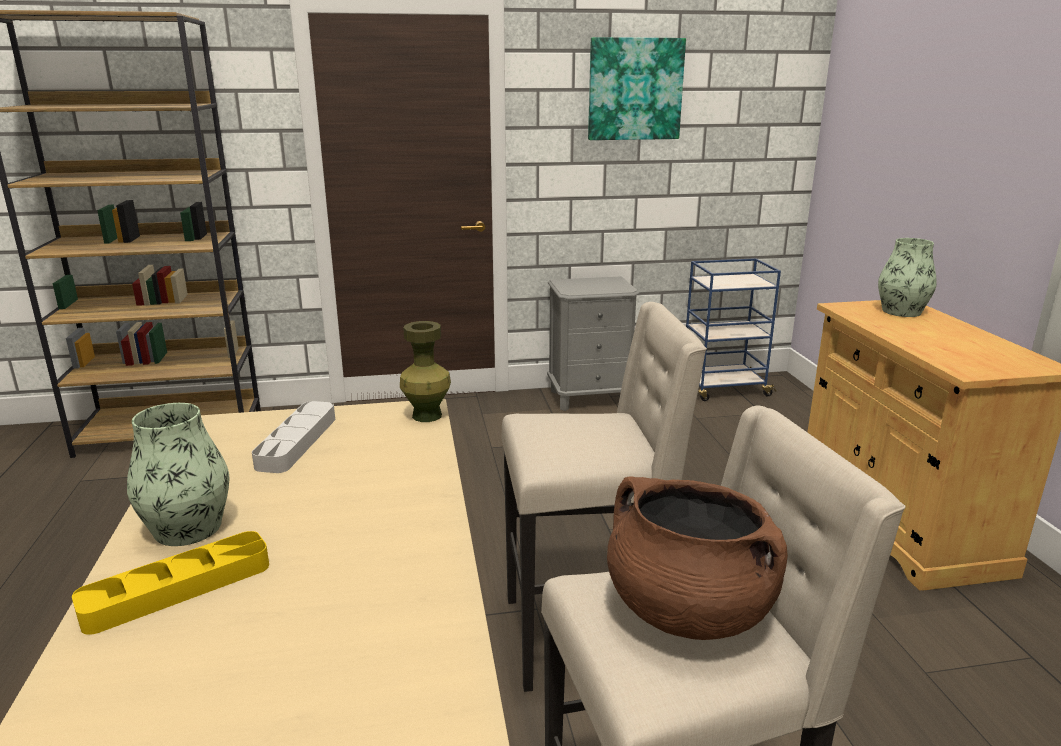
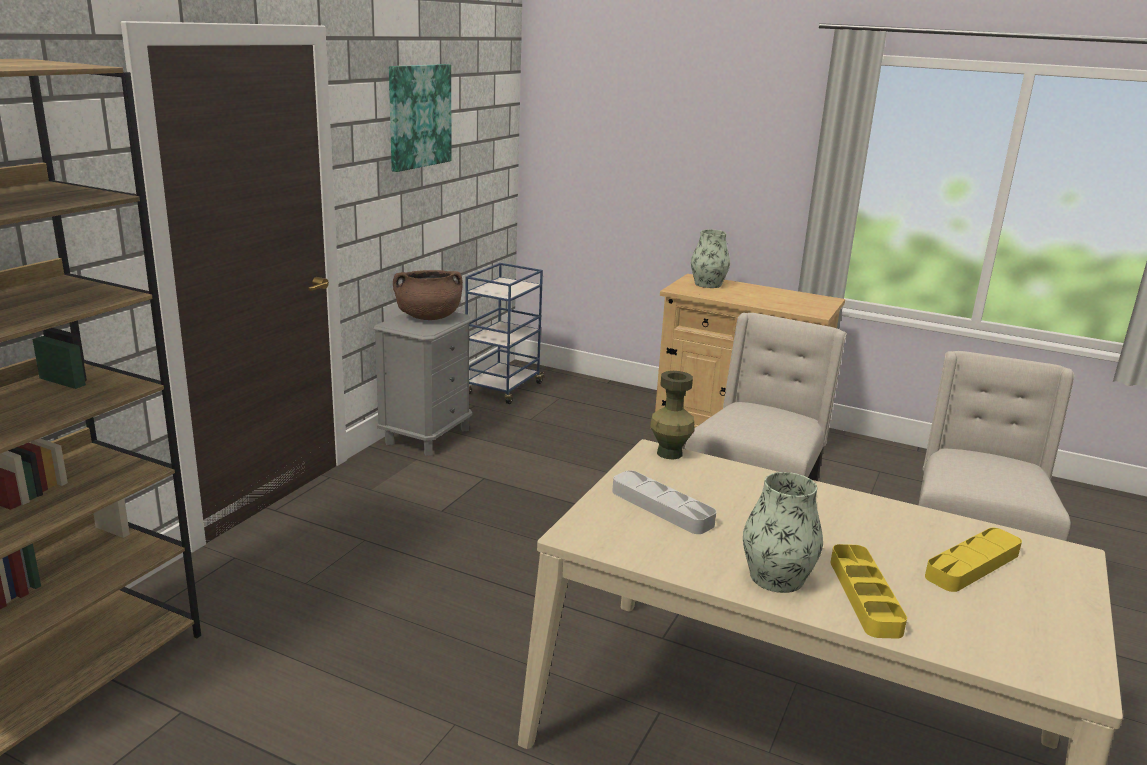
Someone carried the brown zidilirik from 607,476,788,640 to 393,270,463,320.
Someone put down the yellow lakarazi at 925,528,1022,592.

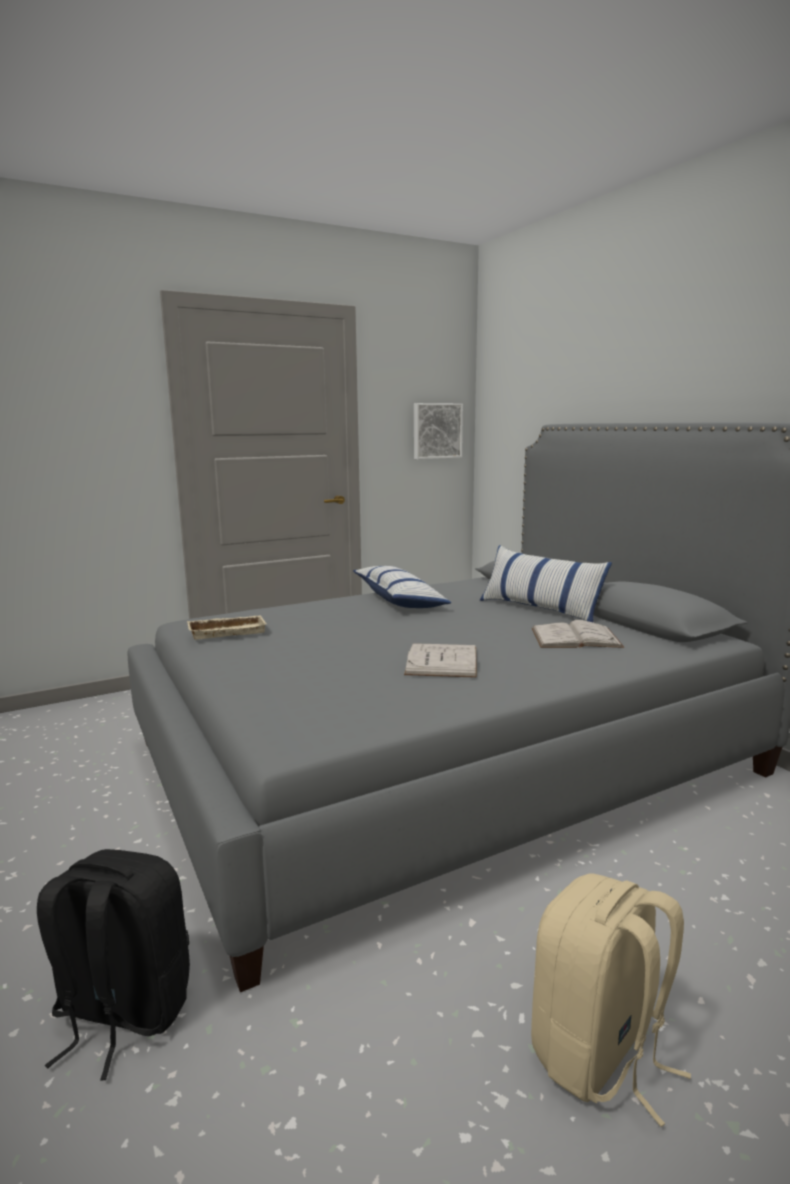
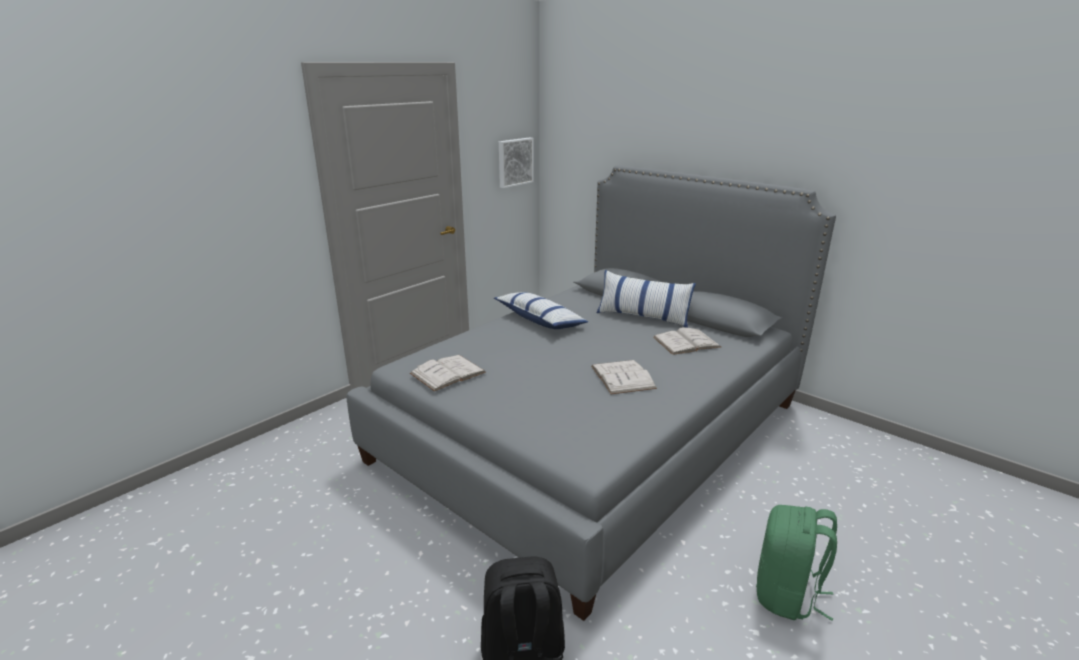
Someone swapped the beige lakarazi at 187,615,266,640 for the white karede at 410,355,486,391.
Someone repainted the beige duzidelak at 531,873,691,1127, which became the green duzidelak at 756,505,837,620.

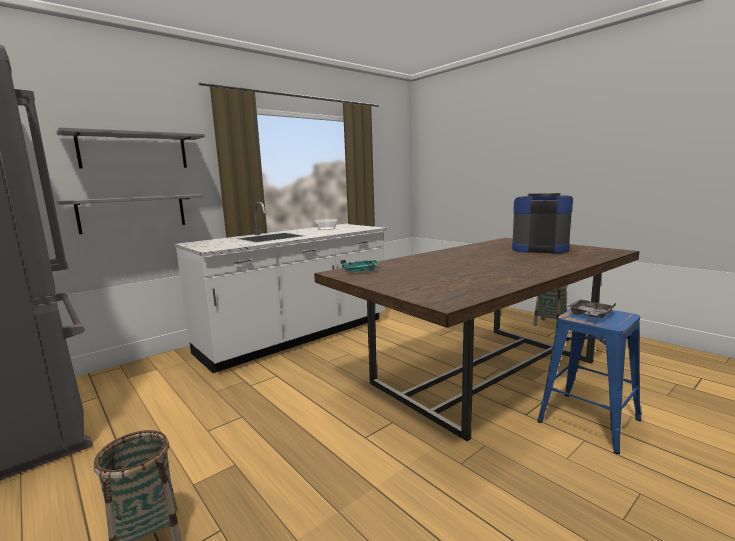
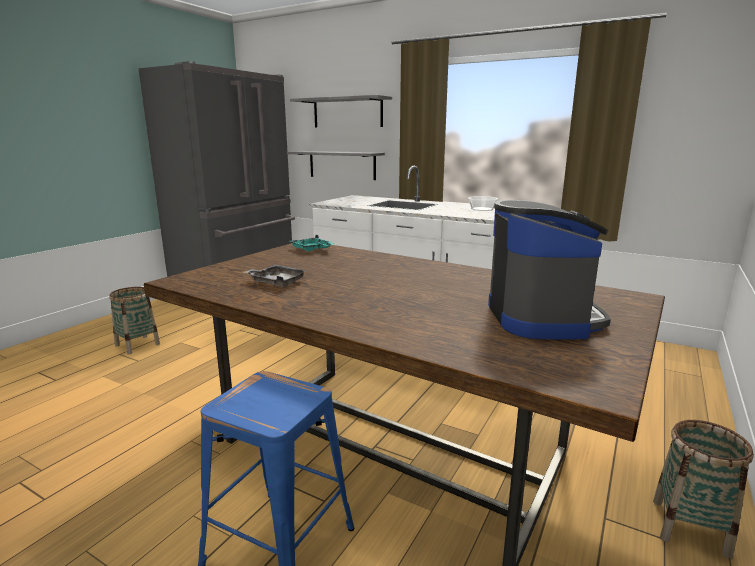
Someone carried the grey lakarazi from 567,299,616,318 to 244,265,307,287.

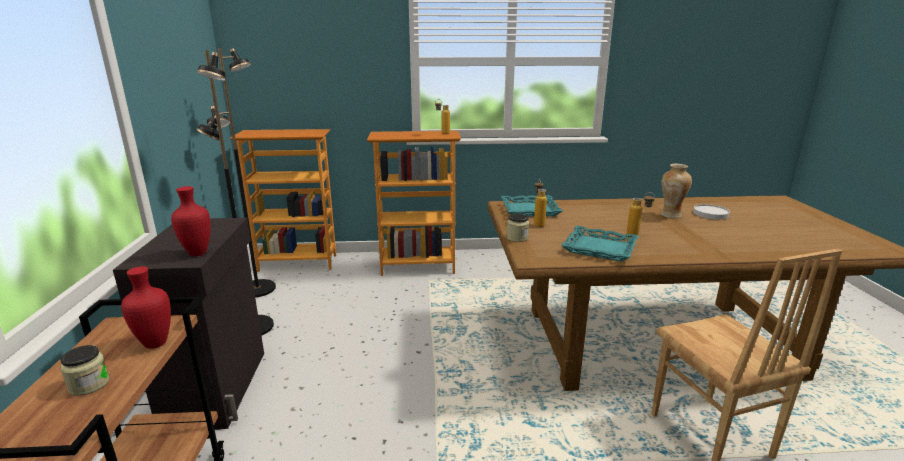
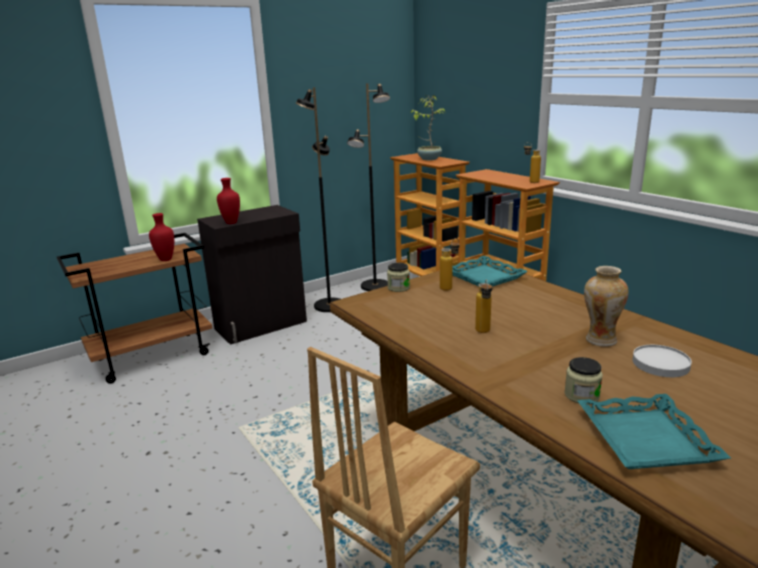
Someone put down the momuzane at 410,95,445,160.
Someone carried the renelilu from 60,345,110,396 to 564,357,603,404.
Someone carried the turquoise lakarazi from 561,226,639,262 to 578,394,731,469.

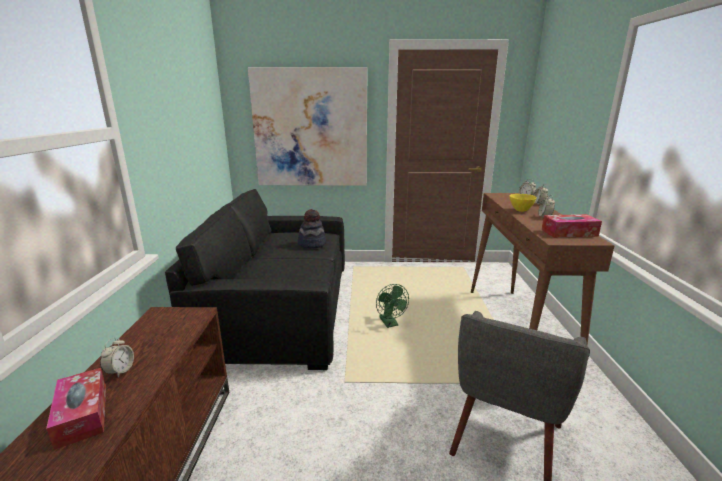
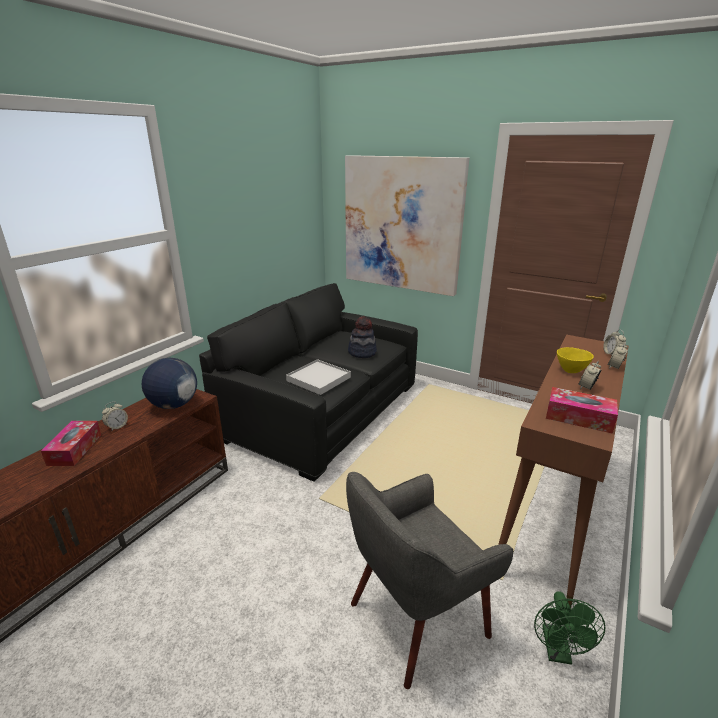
Someone put down the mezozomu at 142,358,197,409.
Someone put down the white lakarazi at 286,359,351,395.
Someone carried the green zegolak from 376,284,409,328 to 534,591,605,665.

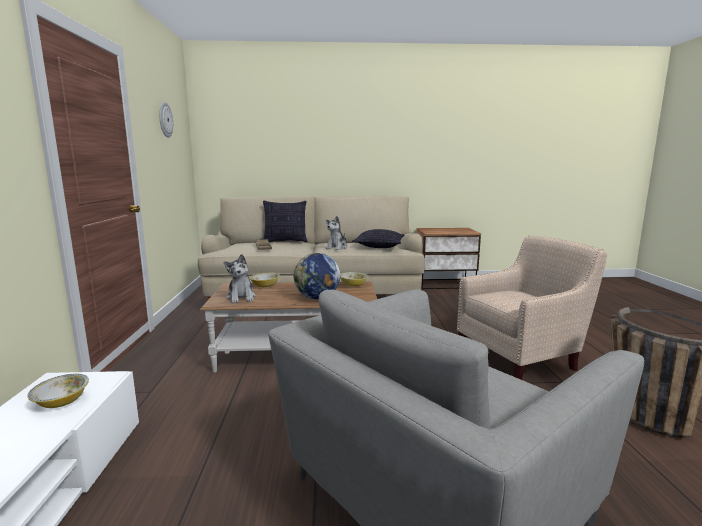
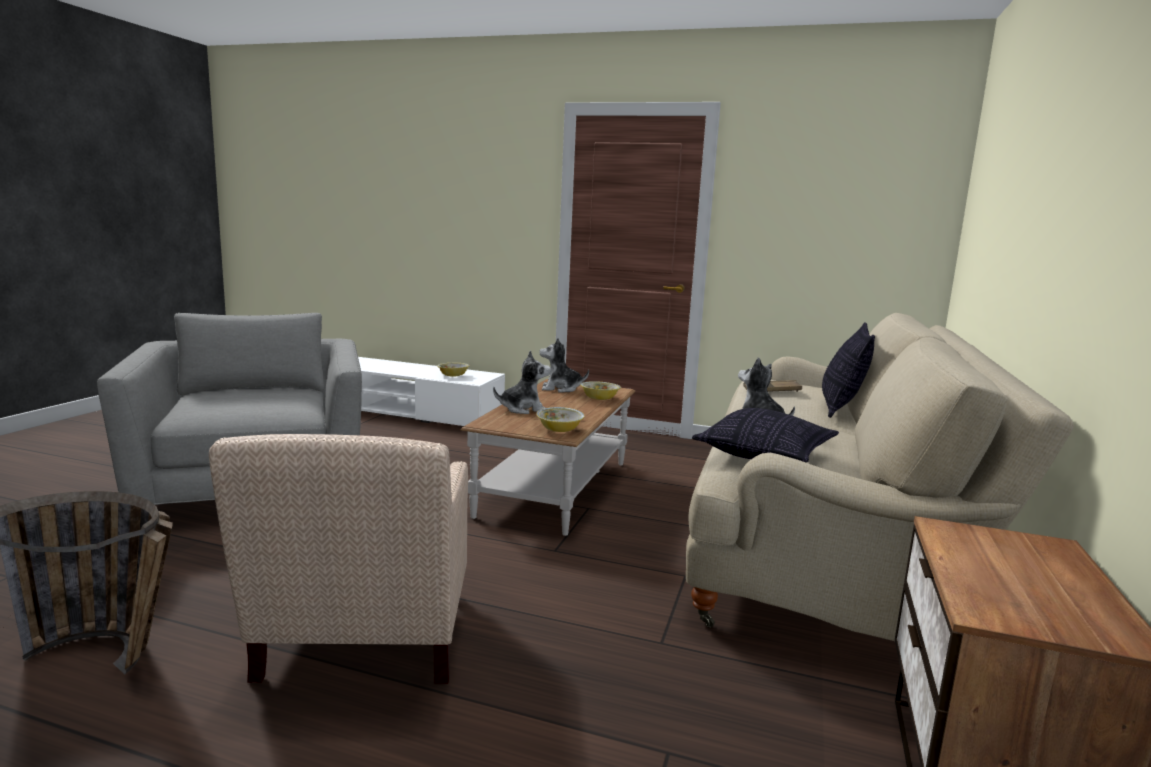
Someone swapped the mezozomu at 294,253,340,299 for the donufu at 493,350,551,414.
Someone took away the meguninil at 159,102,173,138.

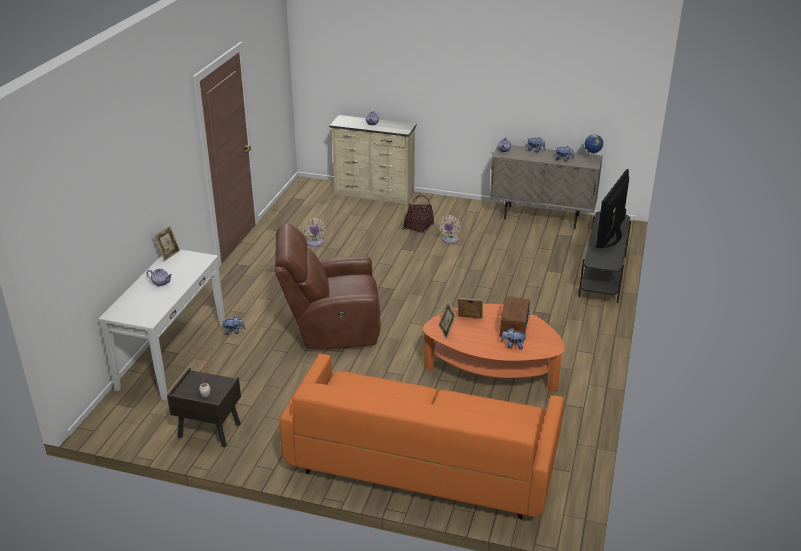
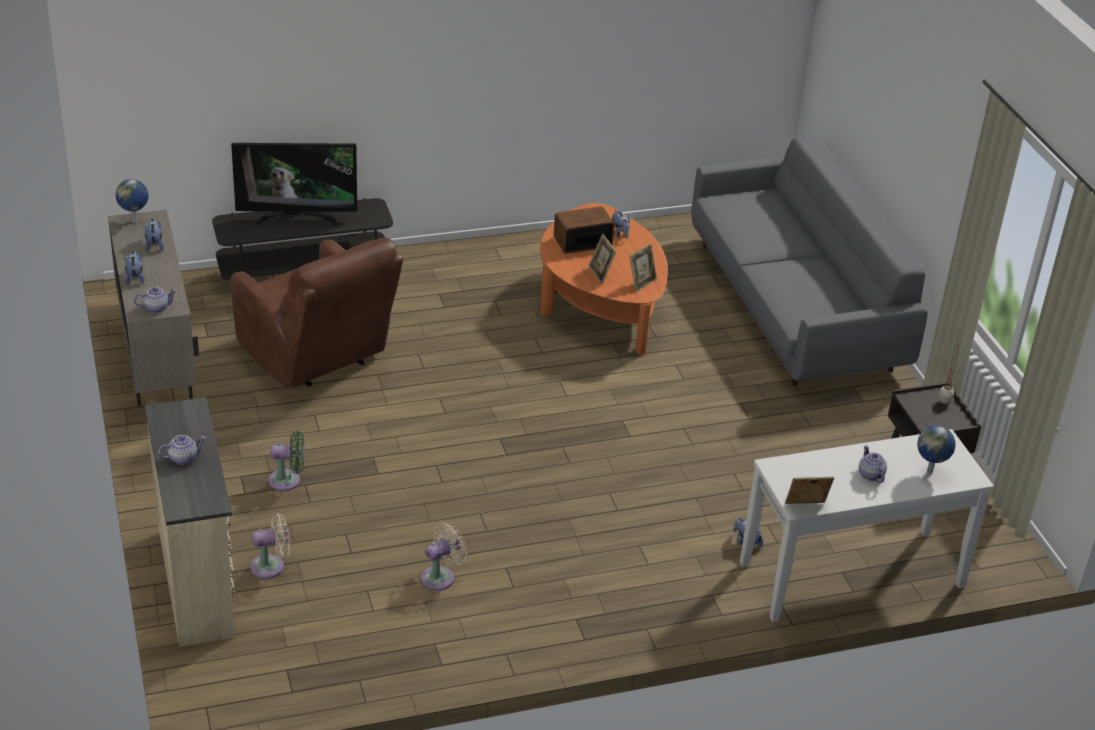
Someone carried the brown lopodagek from 275,223,381,349 to 231,238,403,387.
Someone carried the beige zegolak from 438,215,461,244 to 250,513,290,579.
Someone swapped the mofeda at 404,195,434,234 for the green zegolak at 268,431,304,491.
Someone repainted the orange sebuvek at 280,354,564,520, which became the grey sebuvek at 691,136,928,386.
Someone put down the mezozomu at 917,426,956,474.

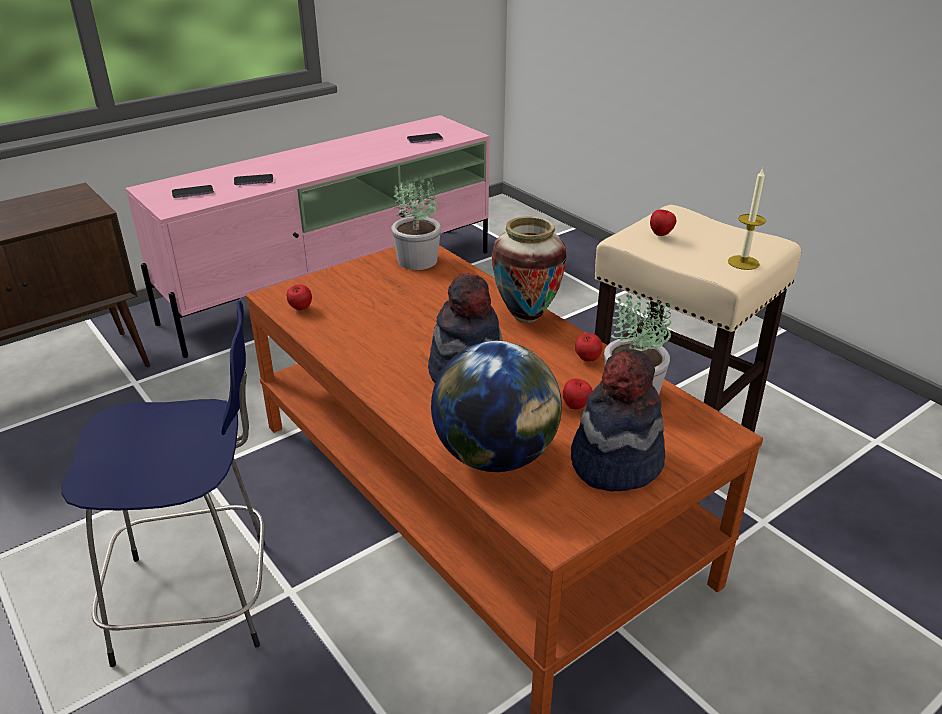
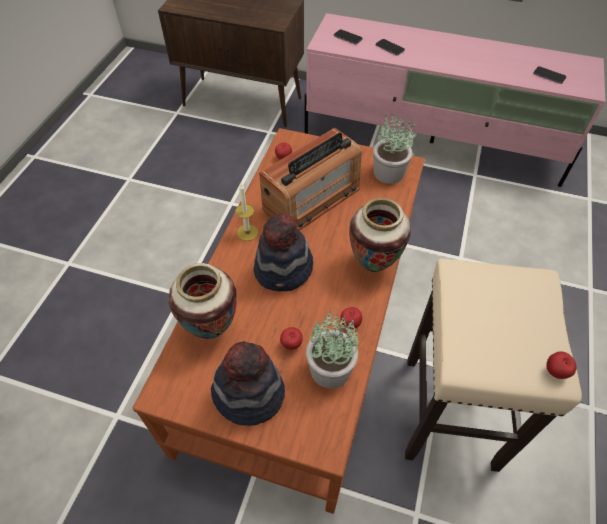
Someone swapped the mezozomu at 431,341,562,472 for the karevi at 169,263,237,339.
Someone carried the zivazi from 728,168,766,270 to 235,184,258,241.
Someone put down the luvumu at 259,128,361,231.
Someone carried the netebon from 650,209,676,236 to 546,351,577,379.
Someone took away the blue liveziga at 62,300,265,667.

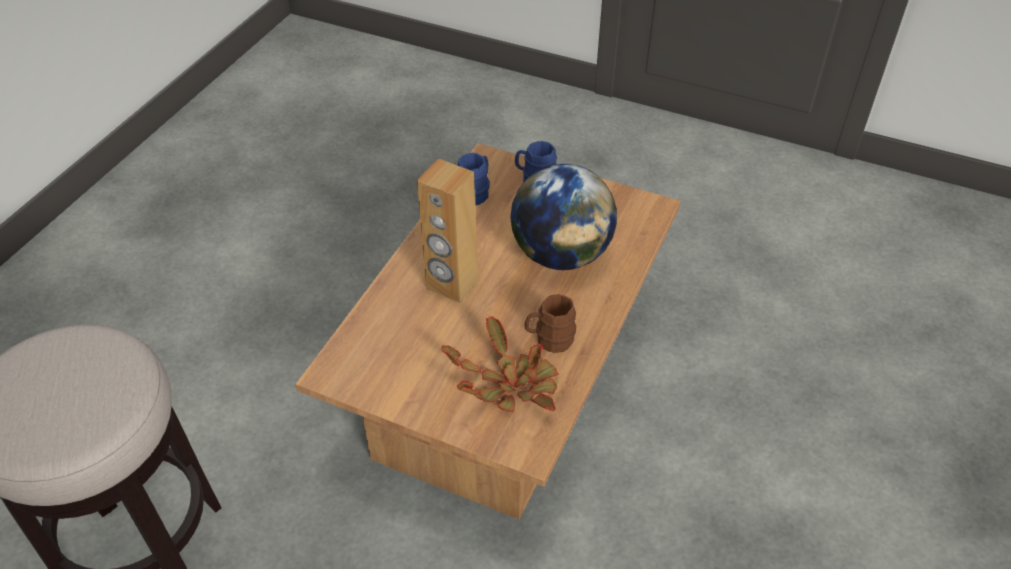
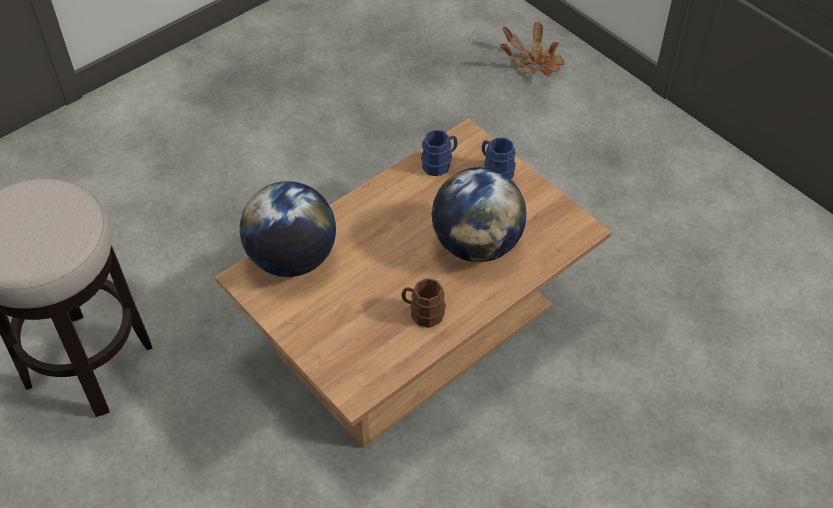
Someone put down the mezozomu at 240,181,336,277.
Someone carried the momuzane from 441,316,559,413 to 500,21,564,77.
Someone took away the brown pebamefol at 417,159,478,303.

